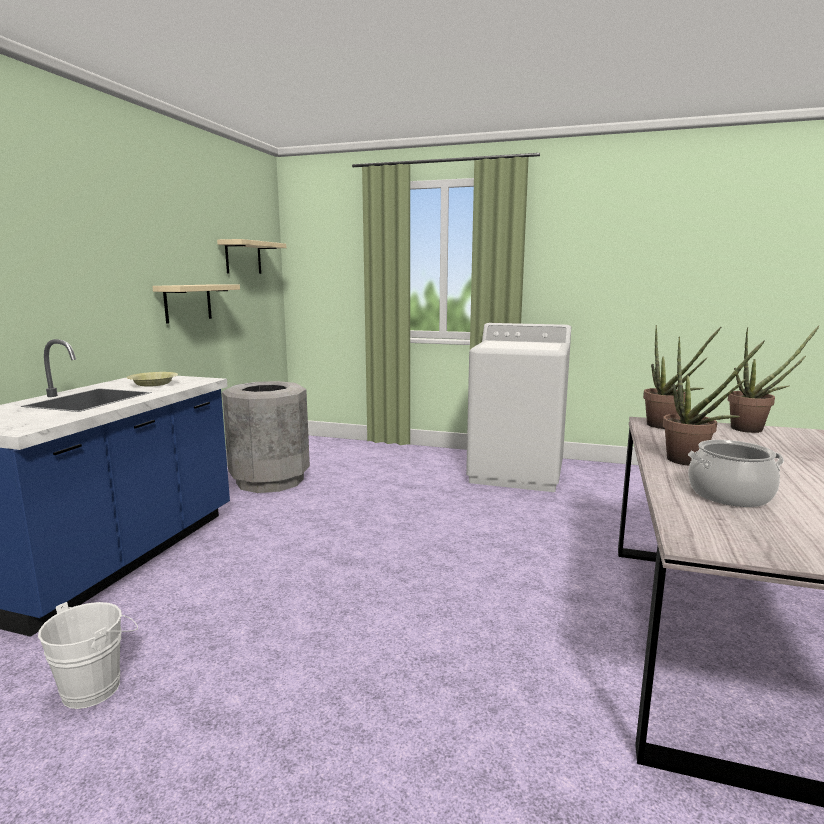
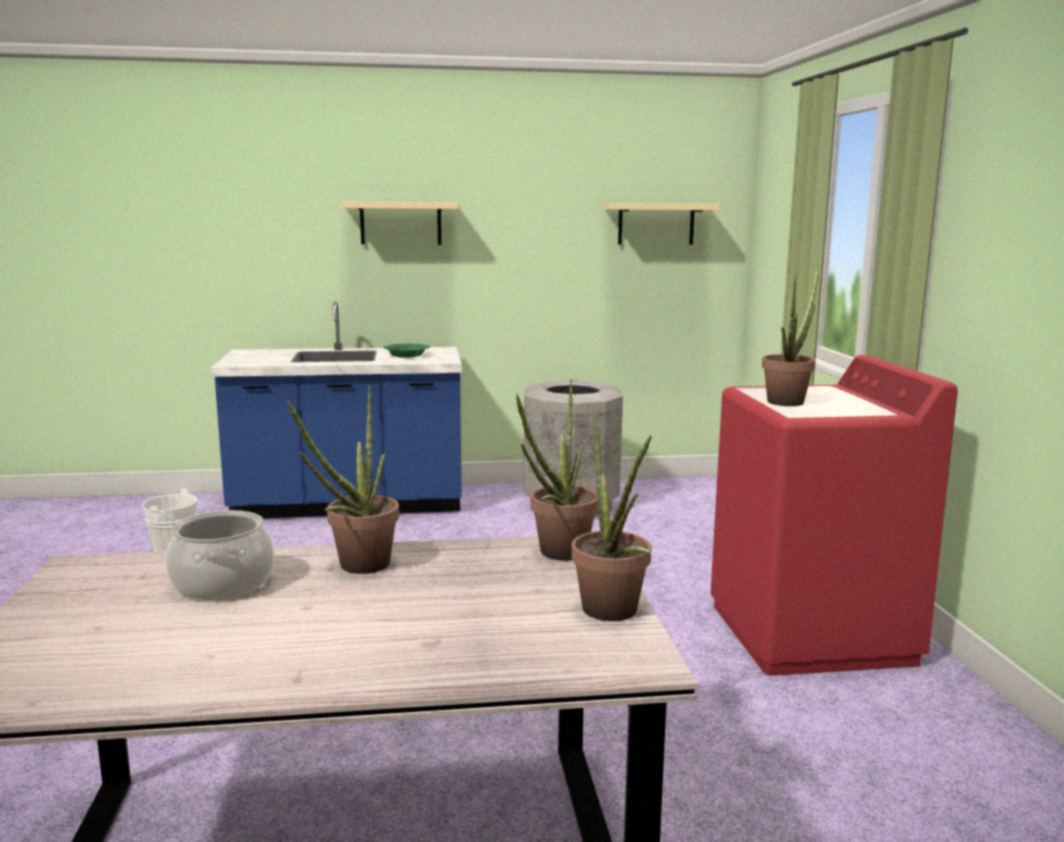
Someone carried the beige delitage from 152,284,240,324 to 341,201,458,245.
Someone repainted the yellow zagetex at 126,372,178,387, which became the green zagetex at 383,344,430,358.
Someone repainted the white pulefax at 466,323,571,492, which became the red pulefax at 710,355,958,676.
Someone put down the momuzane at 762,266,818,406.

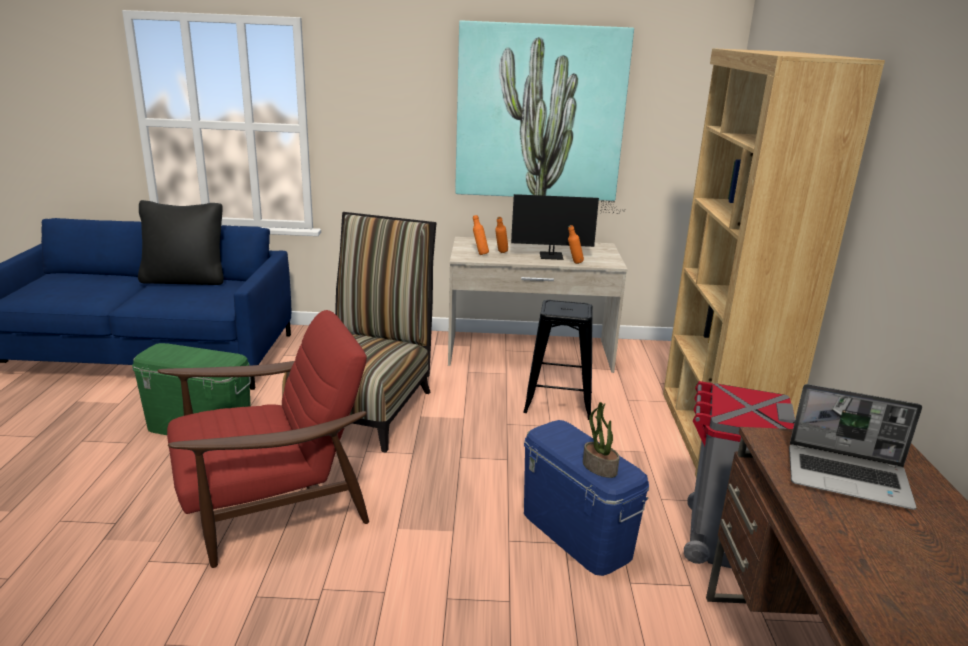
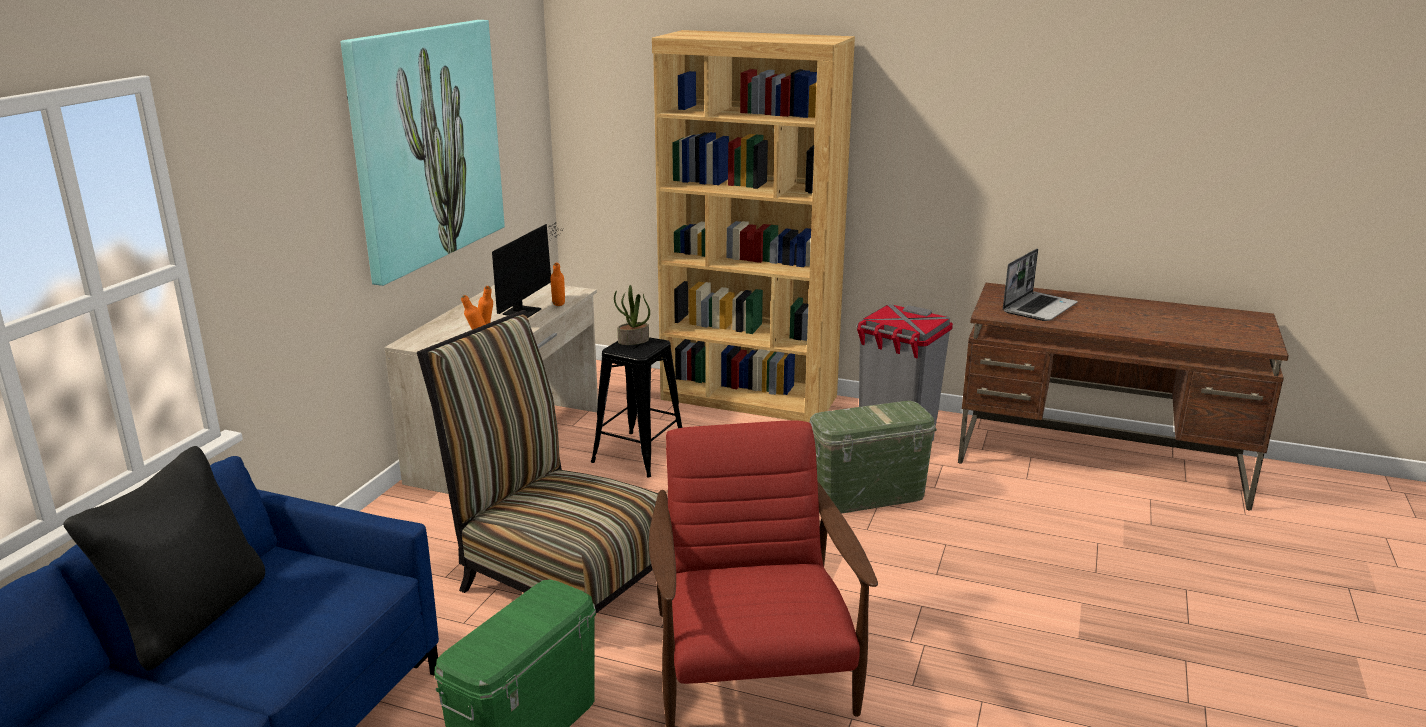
Someone carried the momuzane from 583,402,620,478 to 614,285,650,345.
Someone repainted the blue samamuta at 524,420,649,576, which became the green samamuta at 809,401,937,514.

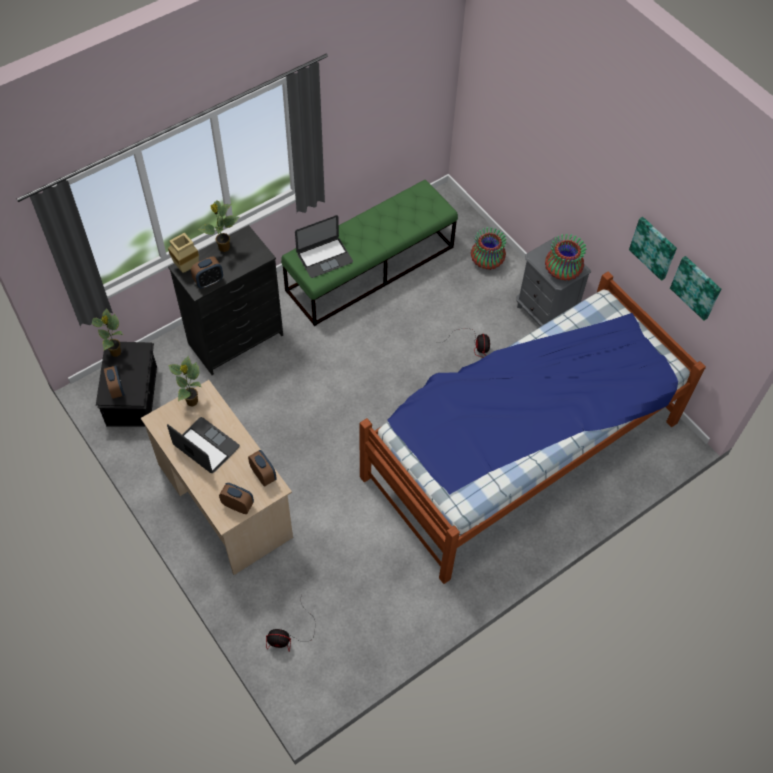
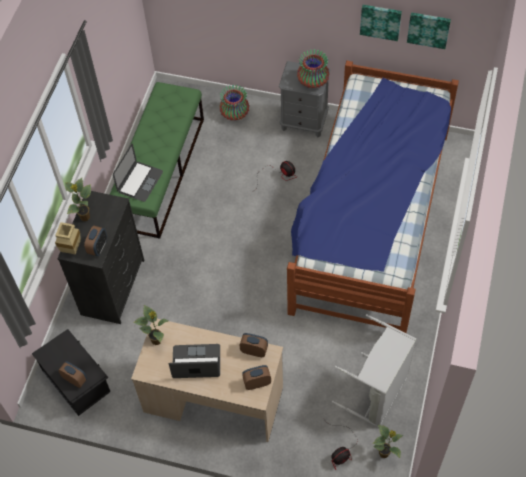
Someone put down the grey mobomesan at 332,314,417,428.
Someone carried the momuzane from 92,309,123,357 to 373,425,403,458.

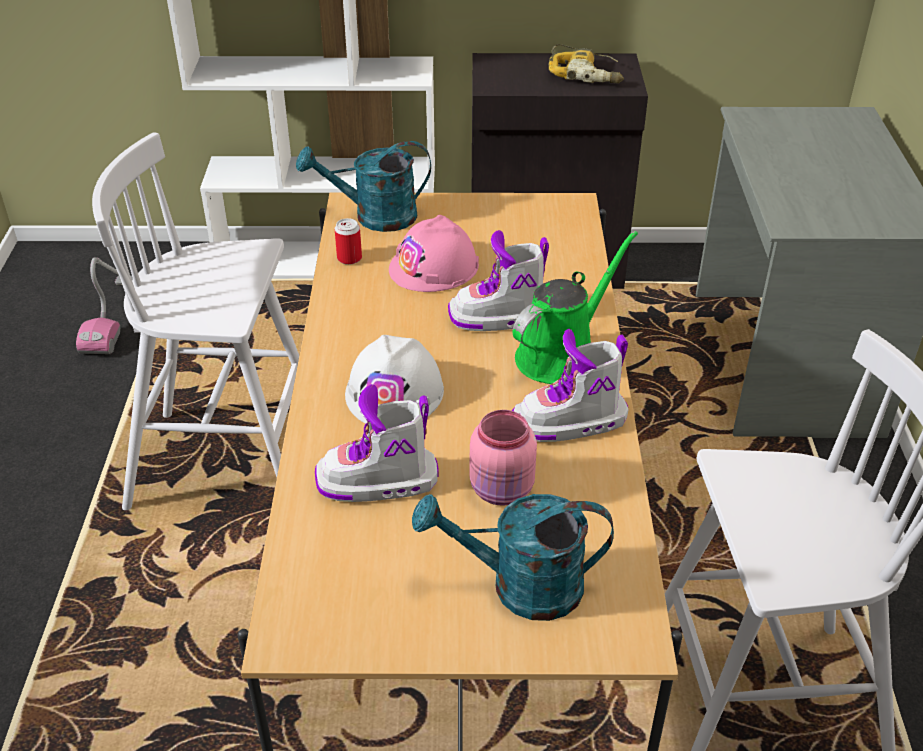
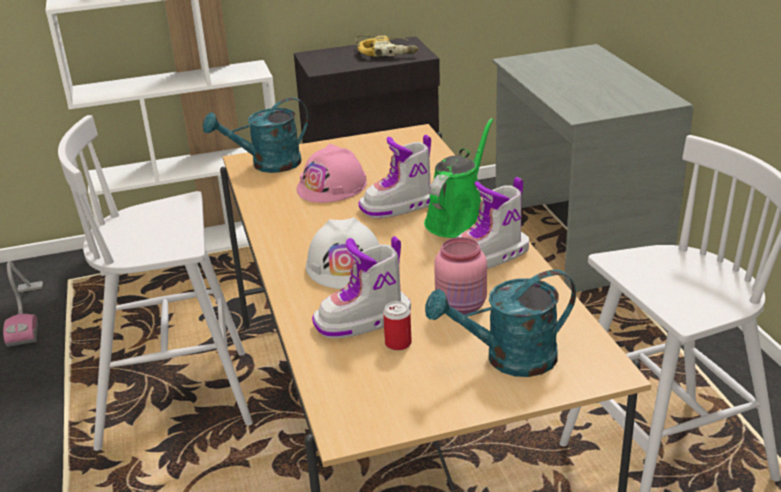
Someone carried the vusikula from 335,218,362,265 to 383,301,412,351.

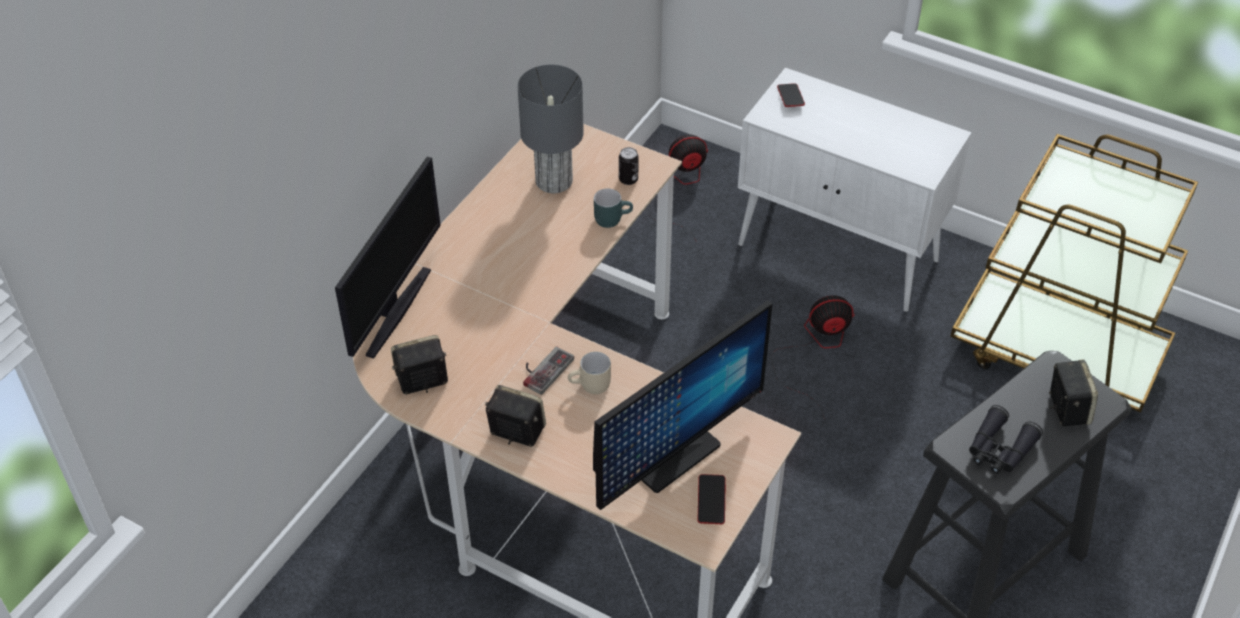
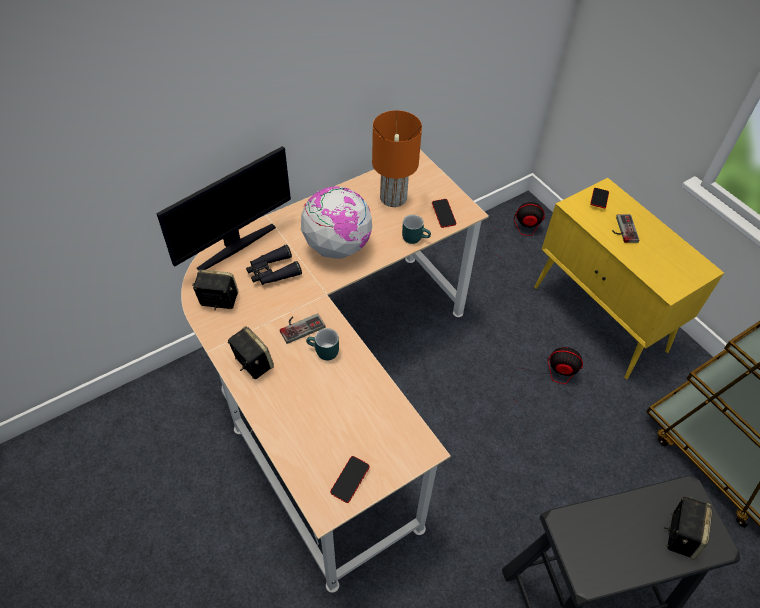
Someone carried the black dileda from 969,405,1043,474 to 246,244,302,285.
Someone put down the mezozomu at 301,186,373,259.
Someone repainted the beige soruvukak at 568,352,611,394, which became the turquoise soruvukak at 306,328,339,360.
Someone repainted the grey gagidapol at 518,65,584,193, which became the orange gagidapol at 372,110,422,207.
Someone swapped the vusikula at 619,147,639,185 for the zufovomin at 432,199,456,228.
Someone repainted the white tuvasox at 738,68,972,312, which became the yellow tuvasox at 534,178,724,379.
Someone put down the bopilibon at 612,214,639,243.
Someone took away the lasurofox at 593,300,773,510.

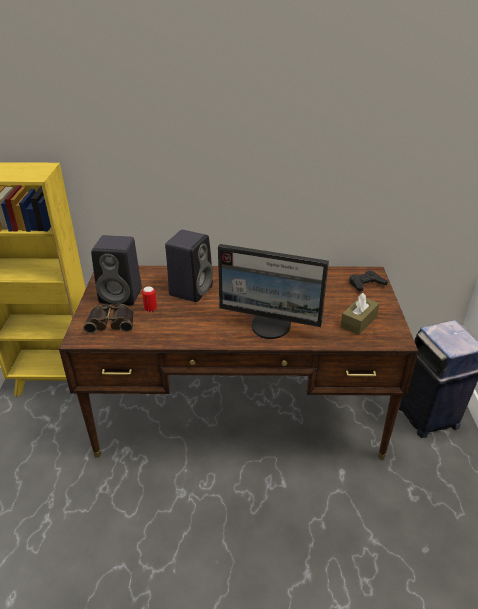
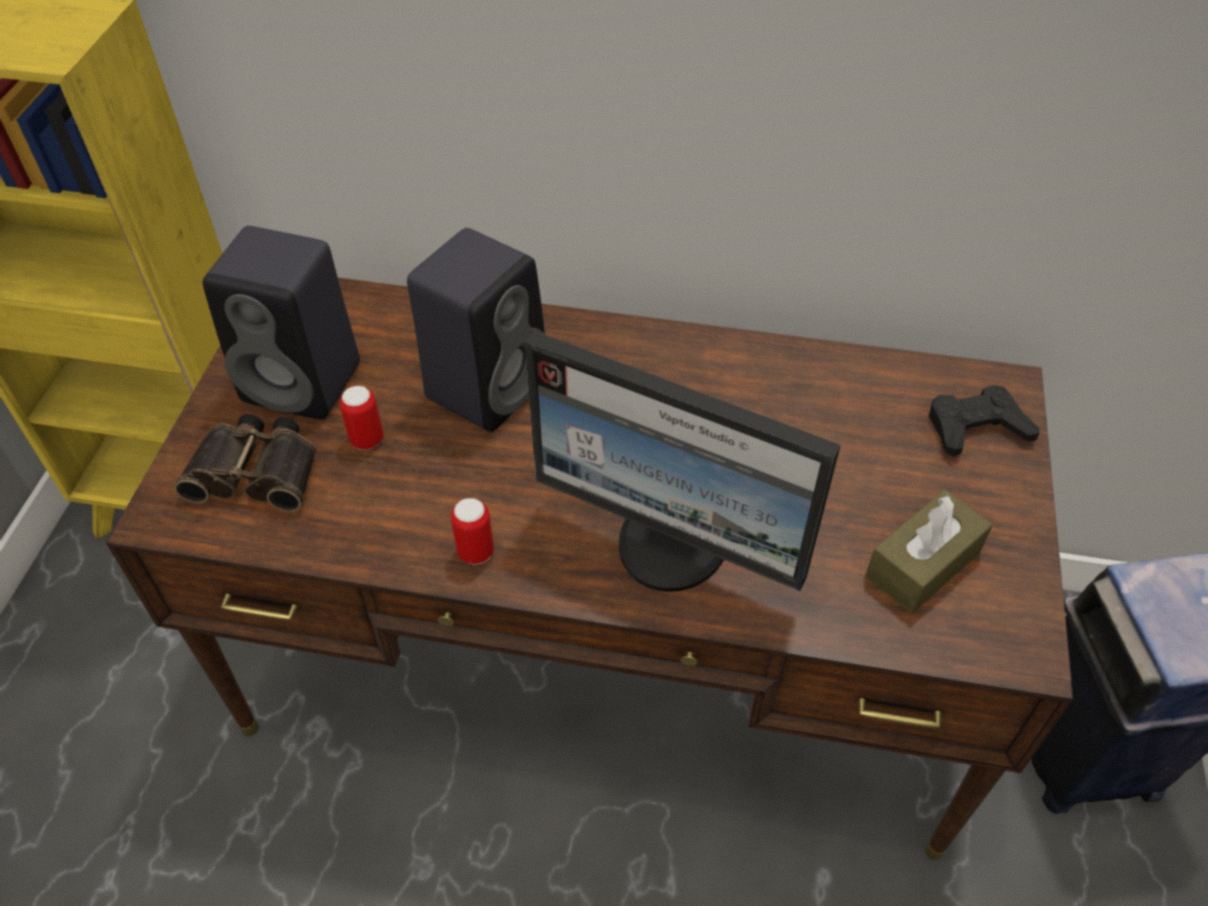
Someone put down the vusikula at 451,498,494,565.

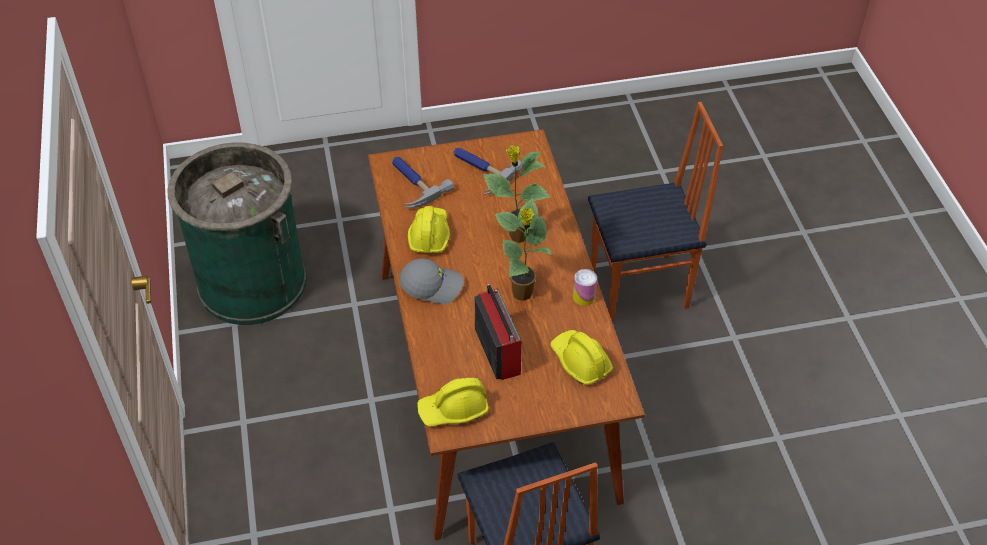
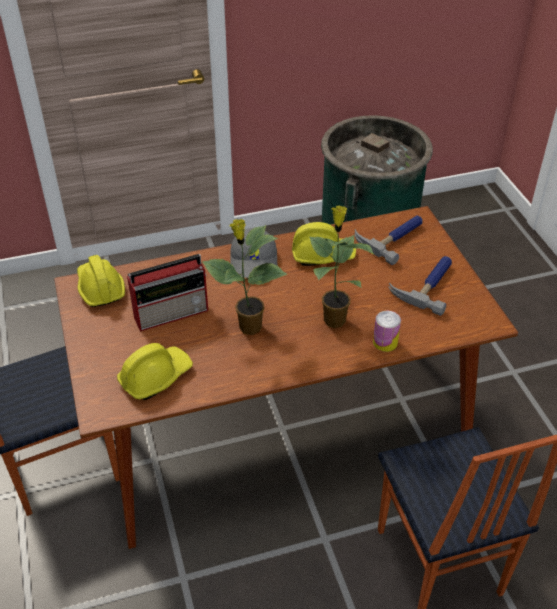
Someone carried the vusikula from 573,269,597,306 to 373,311,401,352.

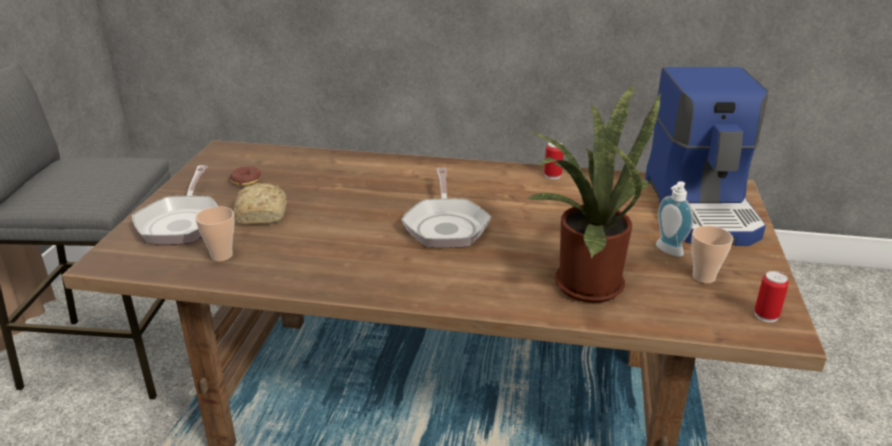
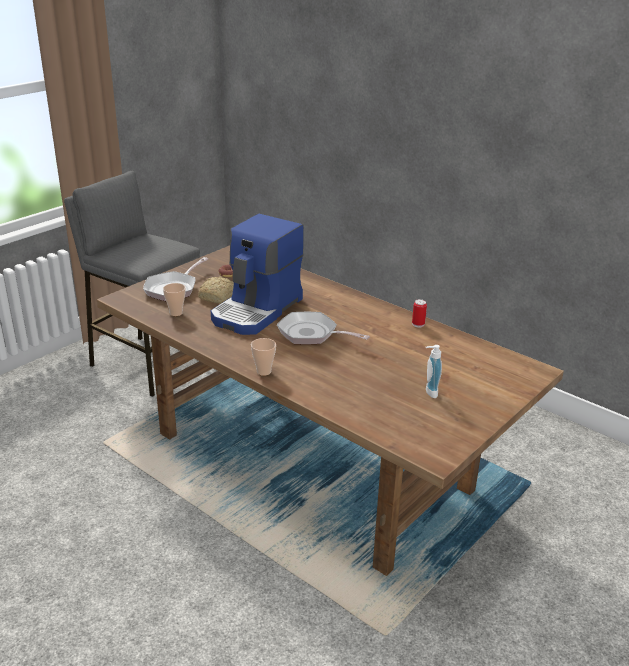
Someone carried the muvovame from 645,67,769,246 to 211,213,304,335.
Someone carried the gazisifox from 691,226,733,283 to 251,338,276,376.
Someone rotated the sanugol at 401,168,491,248 by 90 degrees clockwise.
Someone took away the momuzane at 525,83,661,303.
Someone took away the vusikula at 754,271,789,322.

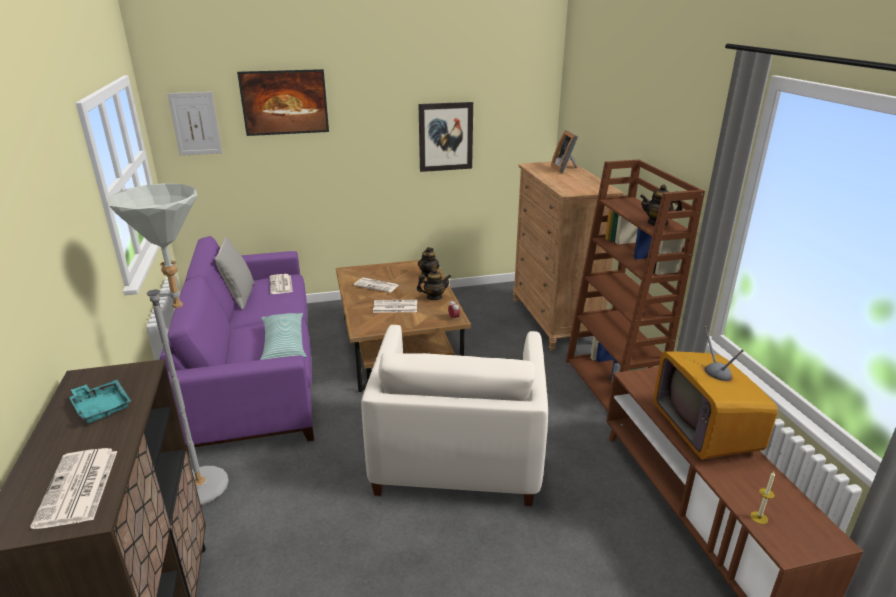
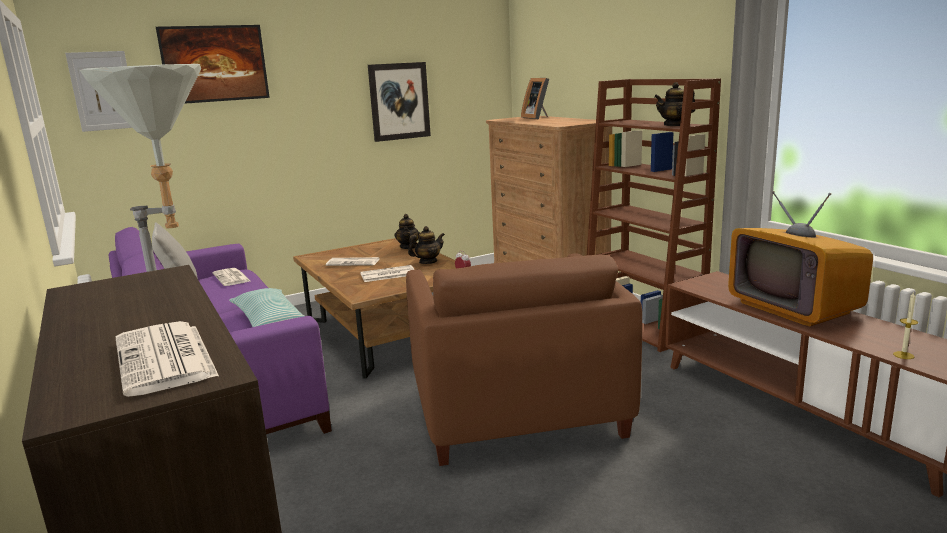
Someone repainted the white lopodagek at 361,325,548,506, which became the brown lopodagek at 406,254,642,466.
Someone took away the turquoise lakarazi at 69,380,131,423.

